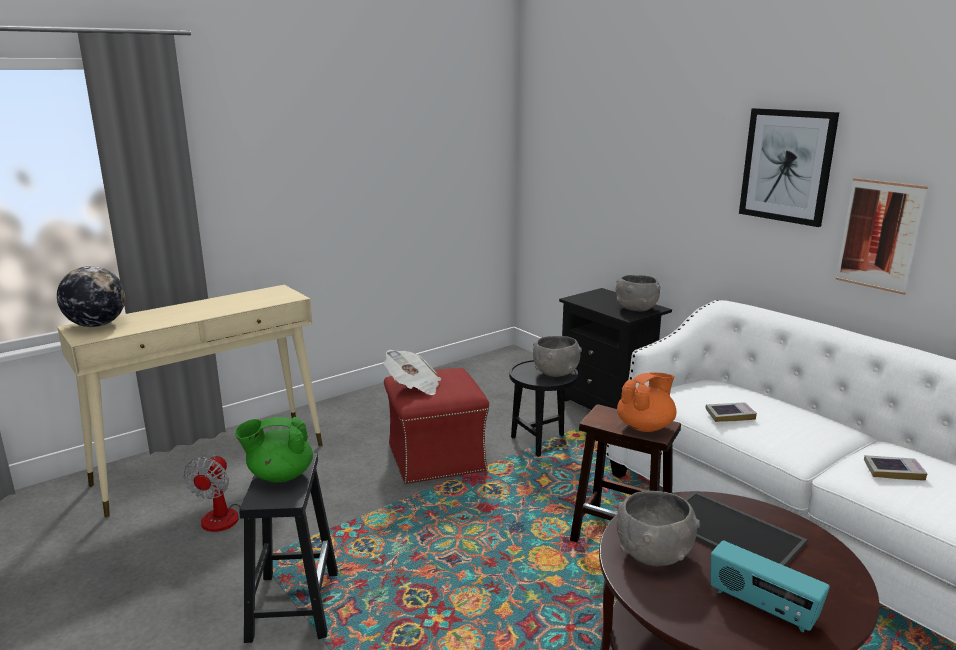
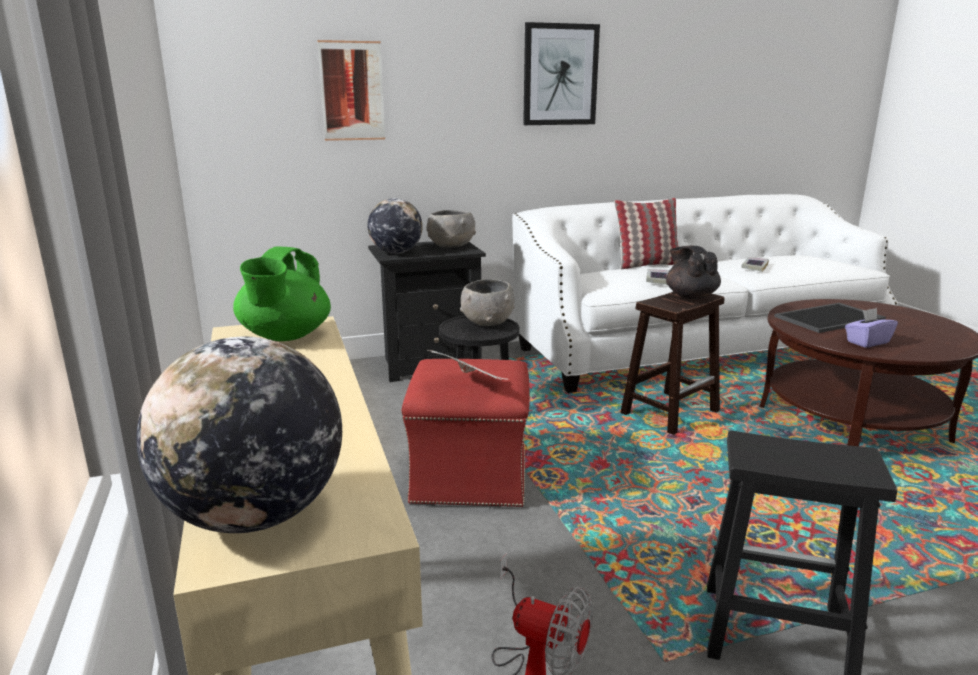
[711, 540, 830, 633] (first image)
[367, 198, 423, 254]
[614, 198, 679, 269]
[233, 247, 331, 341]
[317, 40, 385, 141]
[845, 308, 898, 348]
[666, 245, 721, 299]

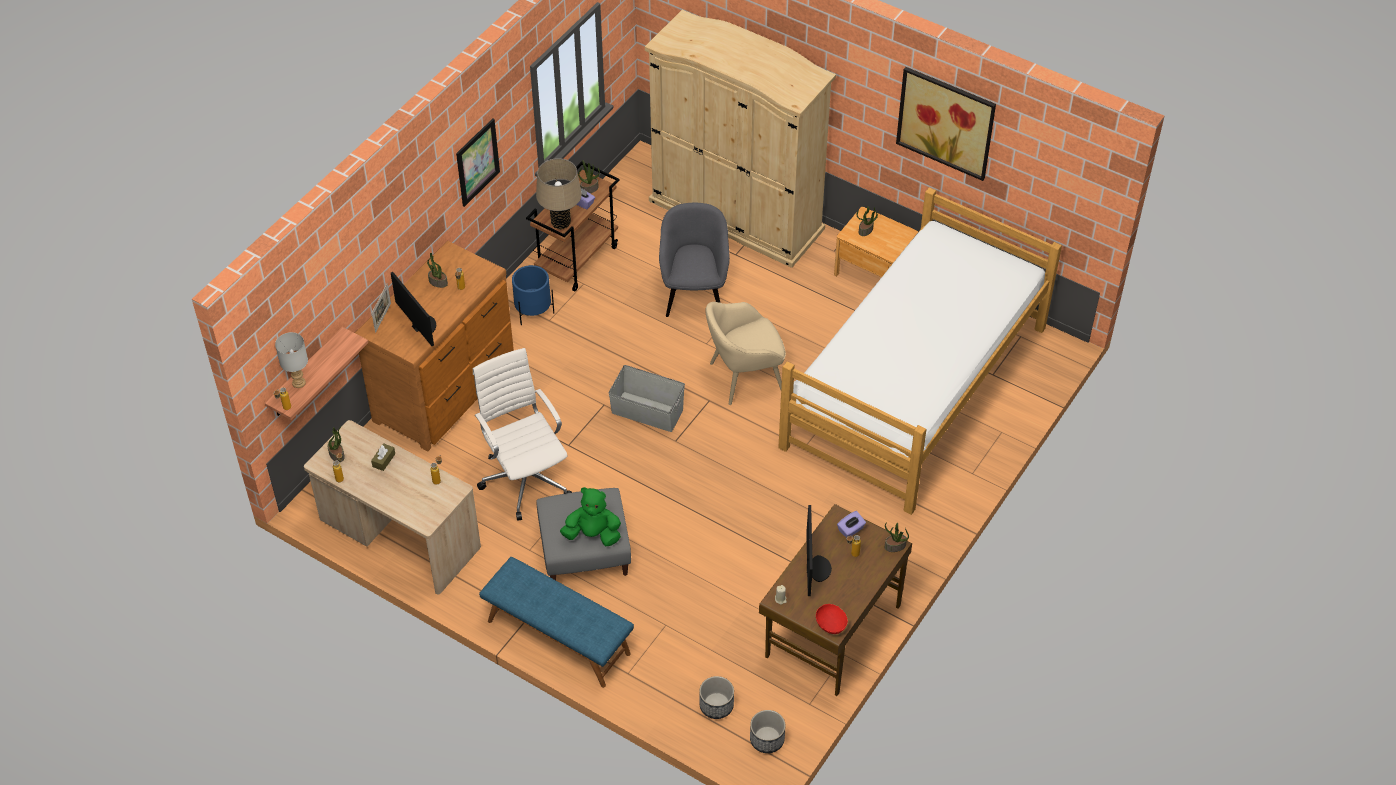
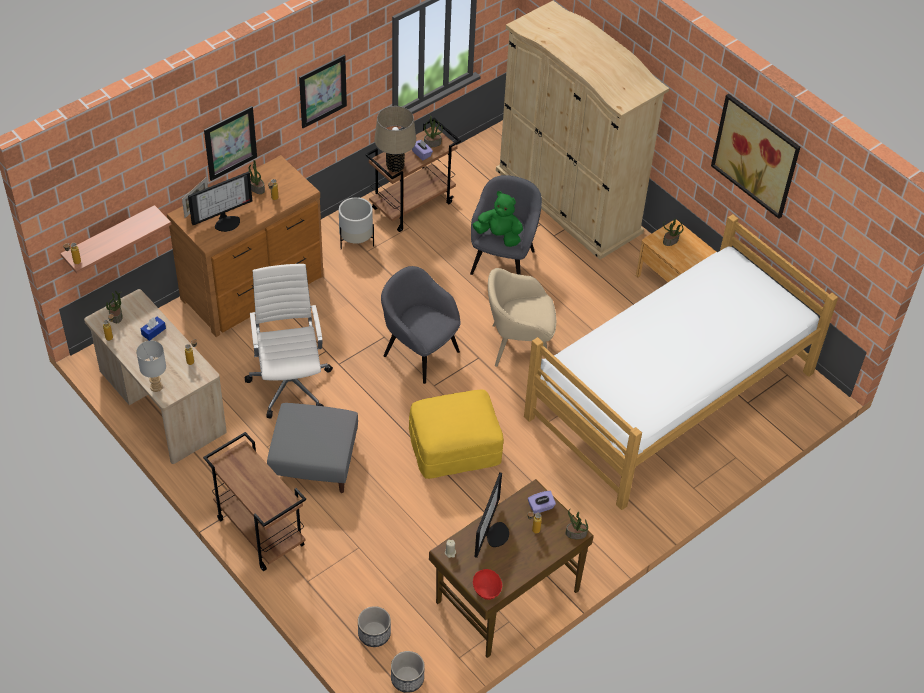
[204, 106, 257, 181]
[409, 389, 504, 479]
[136, 341, 166, 392]
[472, 191, 523, 247]
[203, 432, 306, 571]
[381, 266, 461, 384]
[141, 317, 166, 341]
[339, 197, 374, 249]
[188, 171, 252, 232]

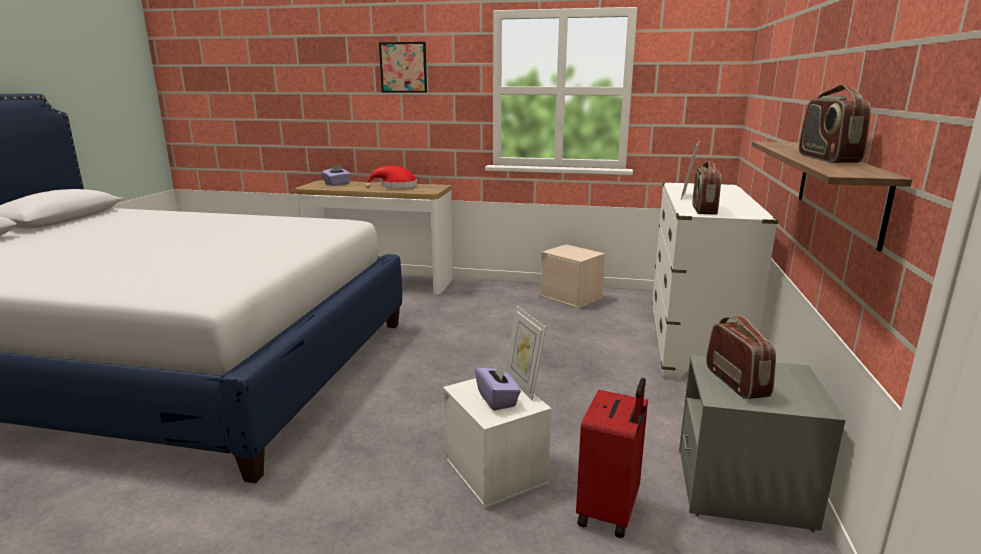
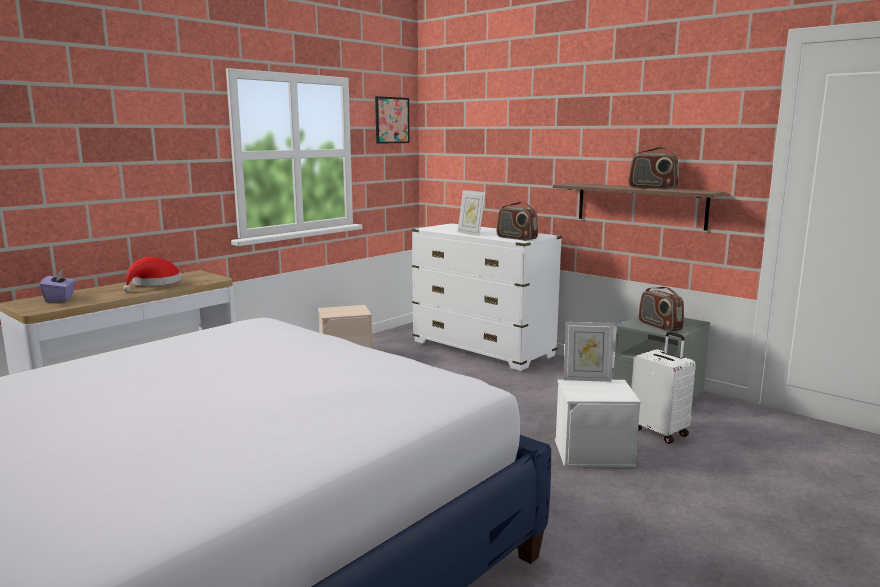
[475, 360, 521, 411] (first image)
[375, 96, 410, 144]
[631, 332, 696, 444]
[638, 287, 684, 332]

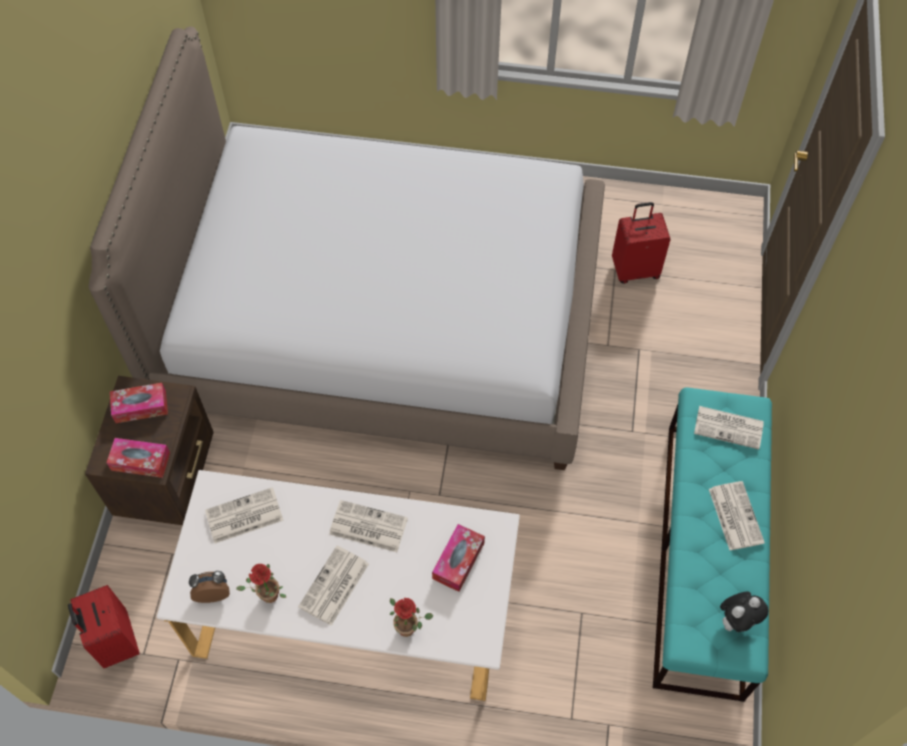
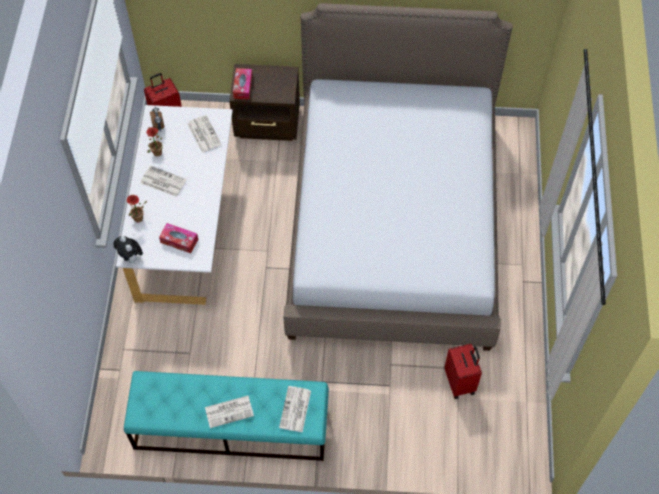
[110, 383, 168, 423] (first image)
[329, 500, 408, 552] (first image)
[113, 236, 143, 265]

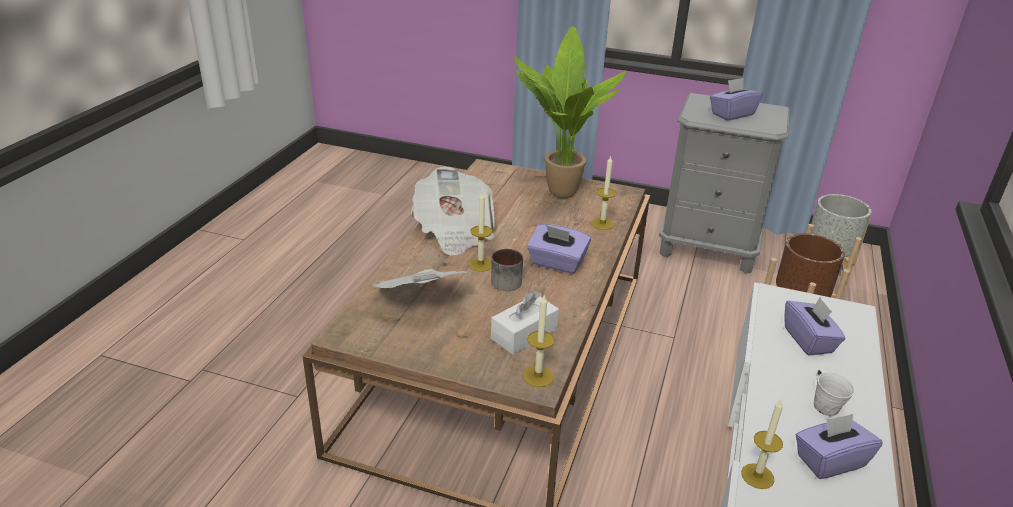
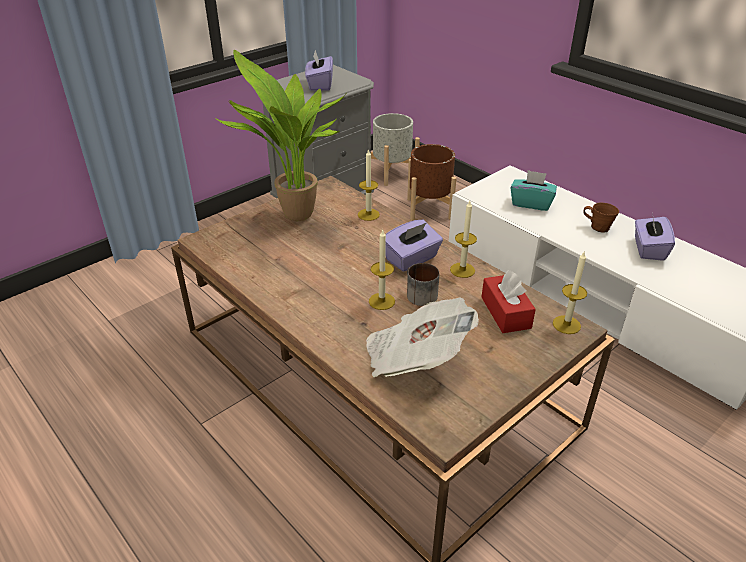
[411, 167, 495, 256] (first image)
[450, 201, 477, 278]
[481, 270, 536, 333]
[511, 170, 557, 211]
[583, 203, 619, 233]

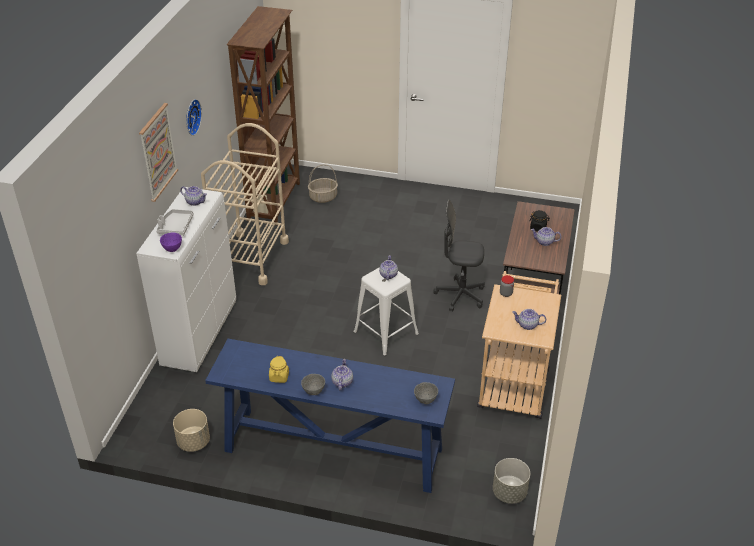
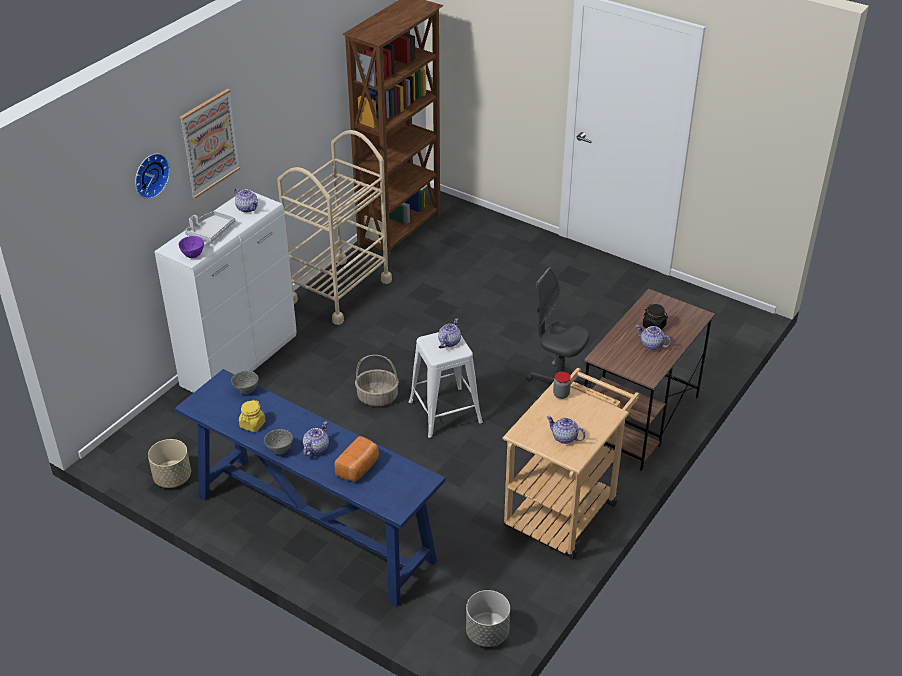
[335, 436, 379, 482]
[135, 153, 170, 199]
[355, 355, 399, 407]
[231, 371, 259, 394]

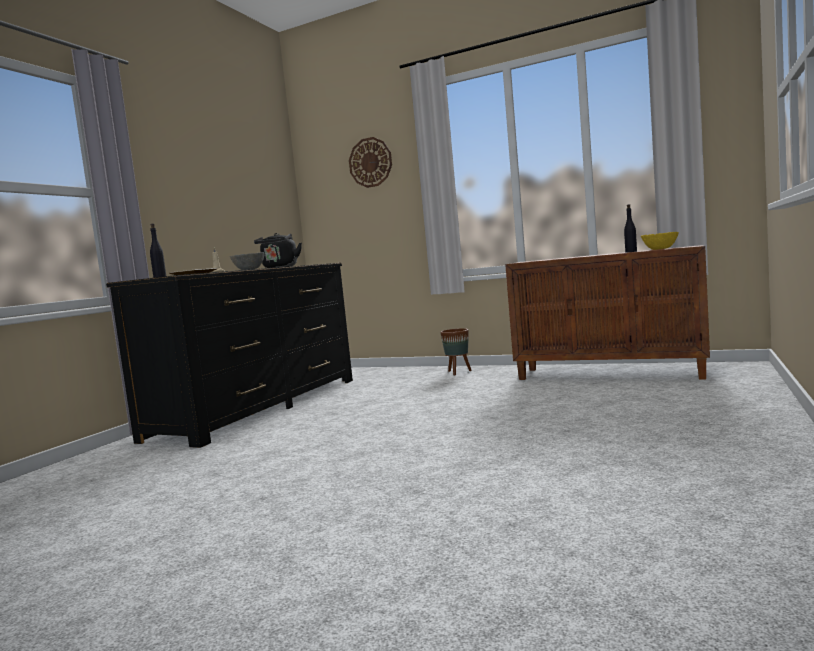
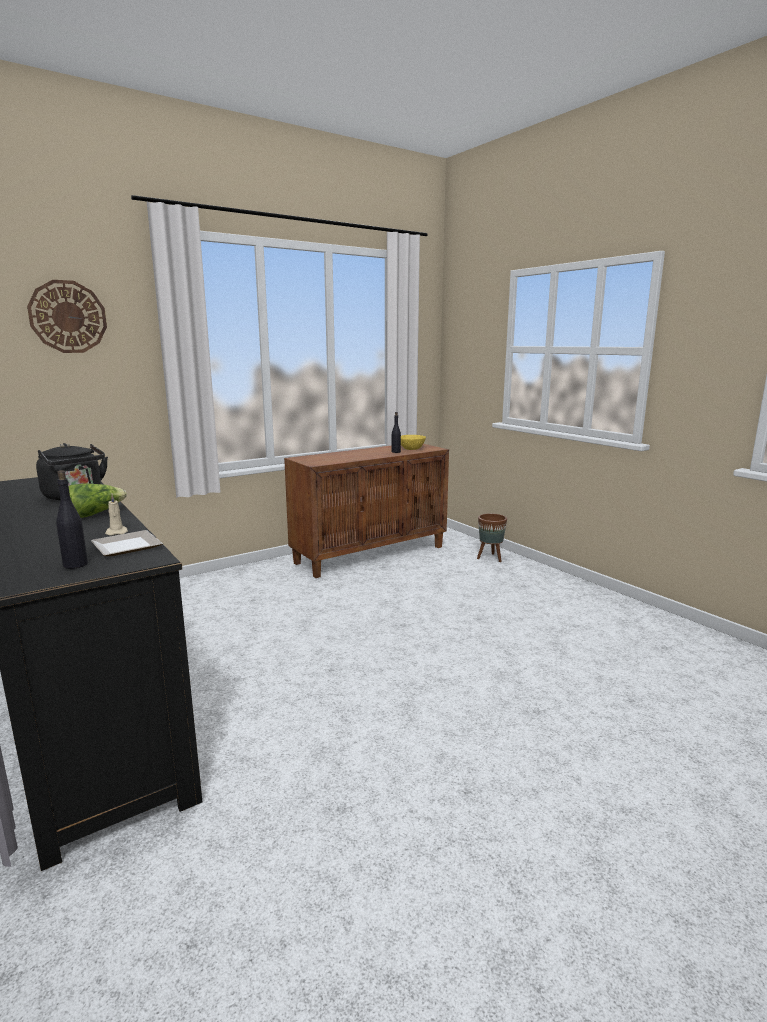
[477, 513, 507, 562]
[69, 483, 127, 518]

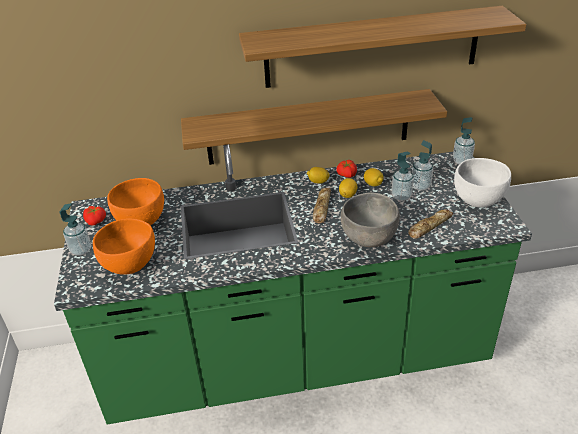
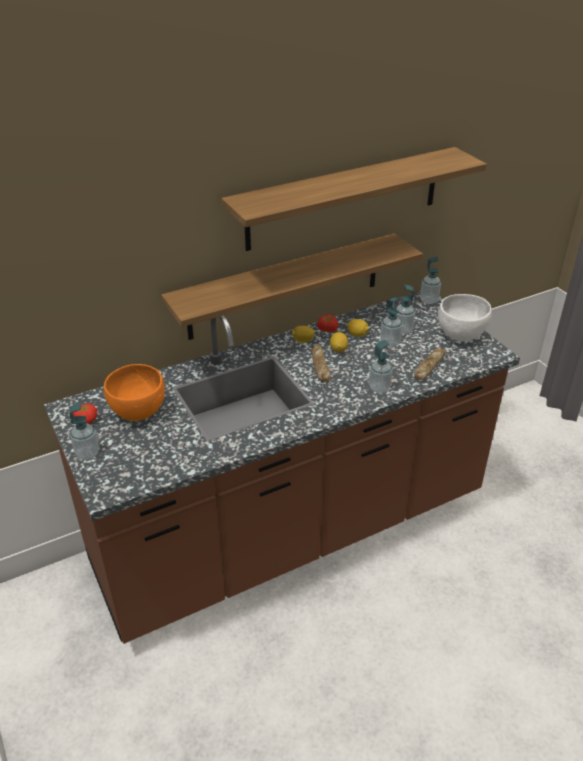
[93, 218, 155, 275] (first image)
[369, 340, 393, 393]
[44, 291, 520, 644]

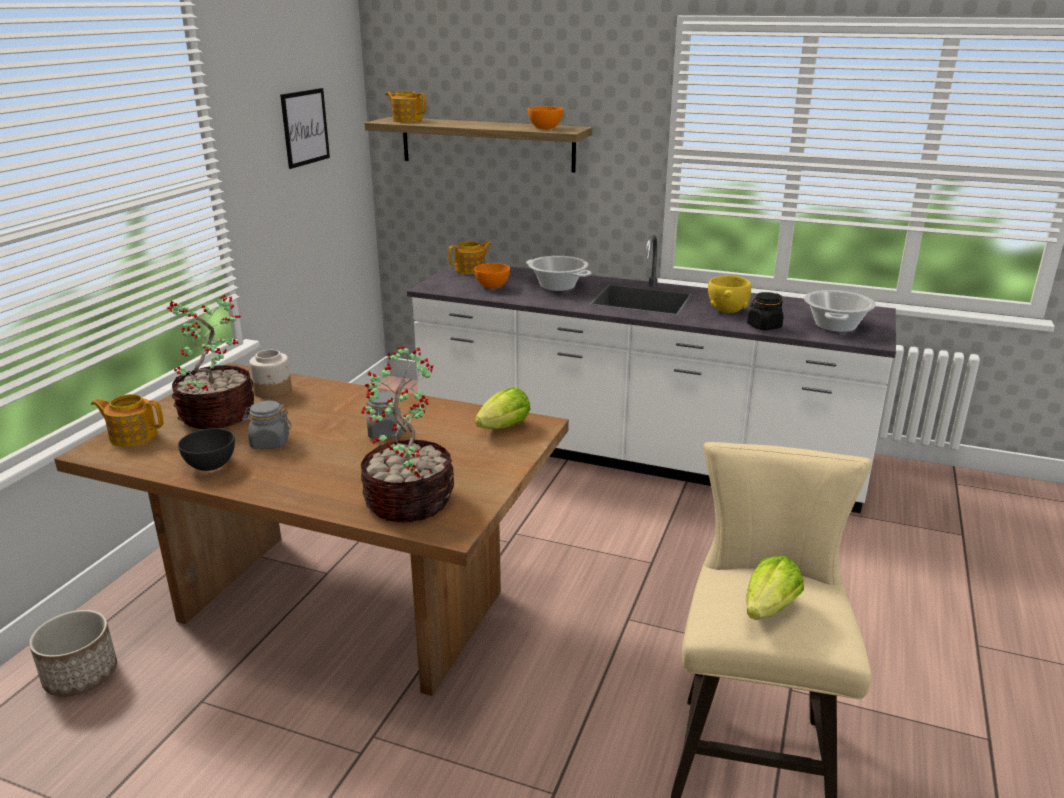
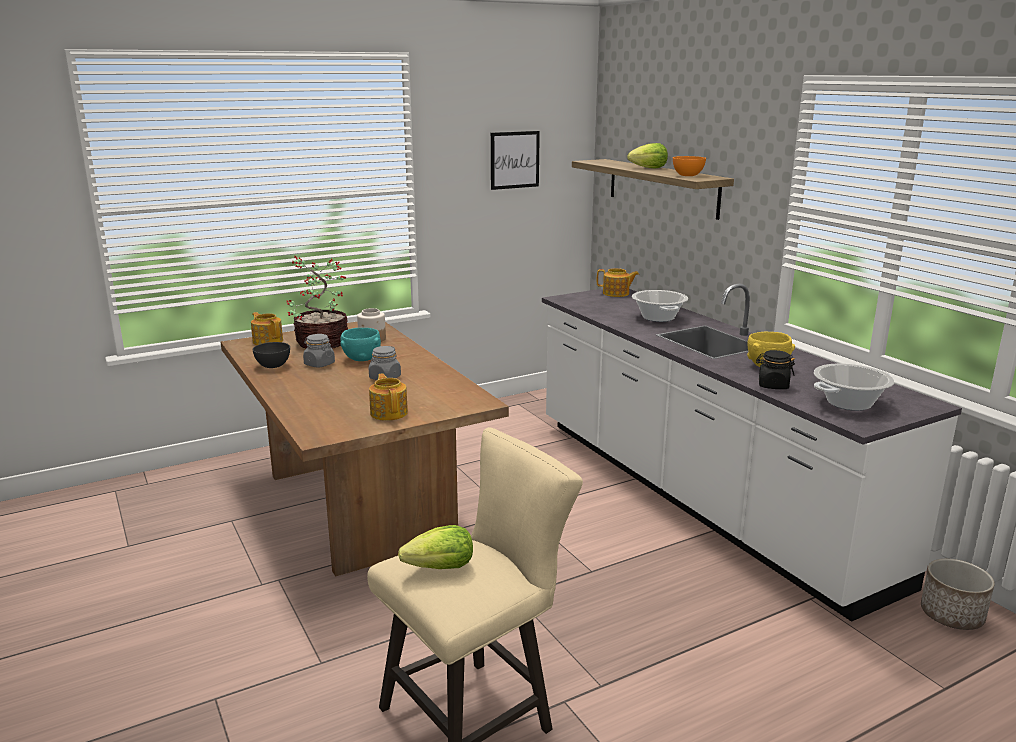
[361, 346, 454, 523] (first image)
[474, 263, 510, 288] (first image)
[341, 328, 381, 361]
[921, 559, 995, 630]
[369, 373, 408, 421]
[627, 143, 668, 168]

